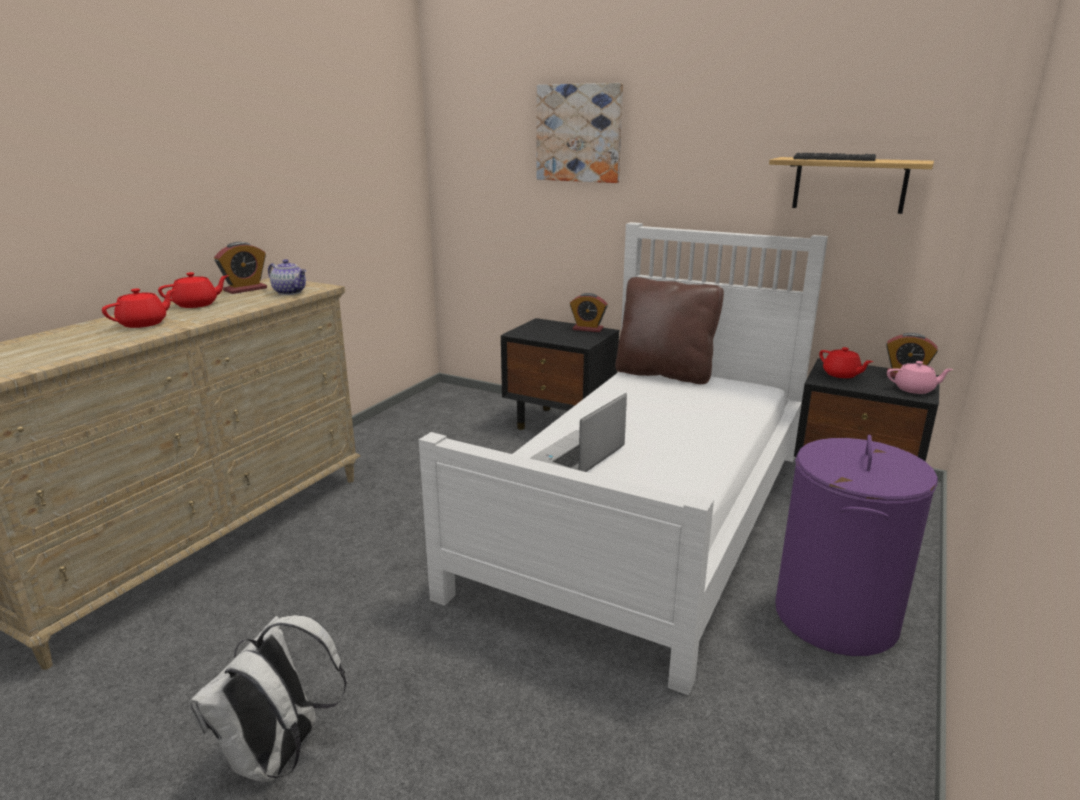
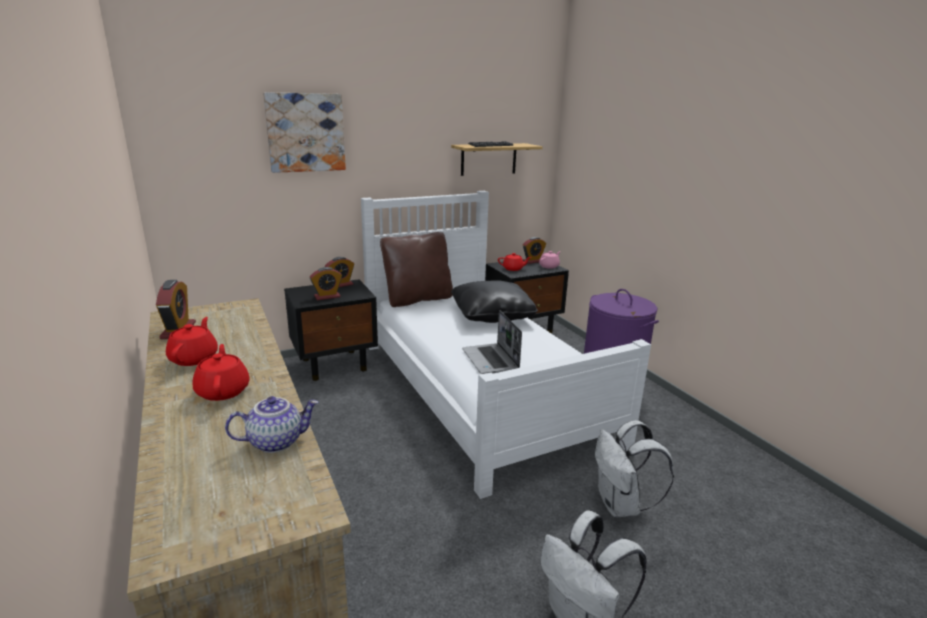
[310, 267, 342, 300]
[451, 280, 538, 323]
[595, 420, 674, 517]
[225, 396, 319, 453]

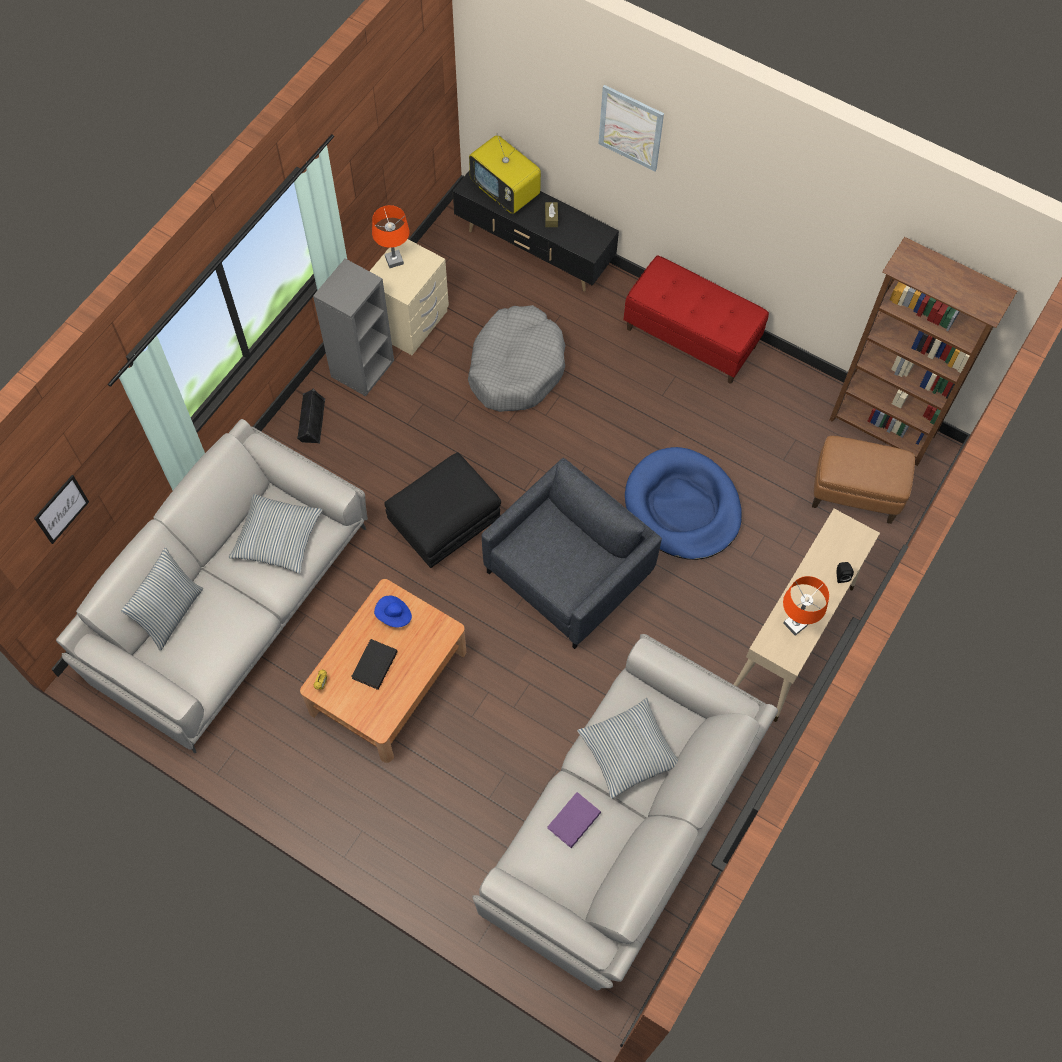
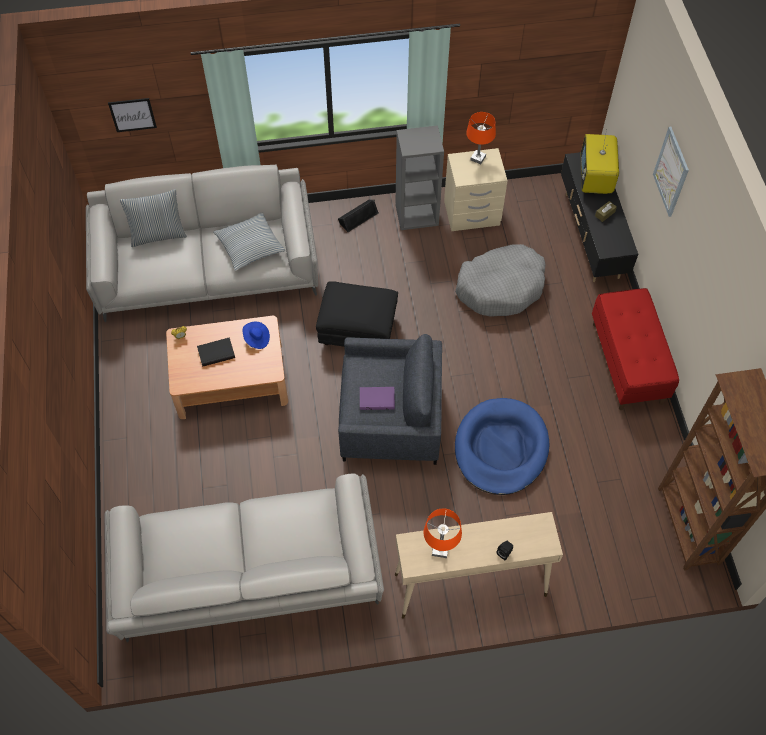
[577, 698, 678, 799] (first image)
[812, 436, 915, 524] (first image)
[360, 387, 395, 410]

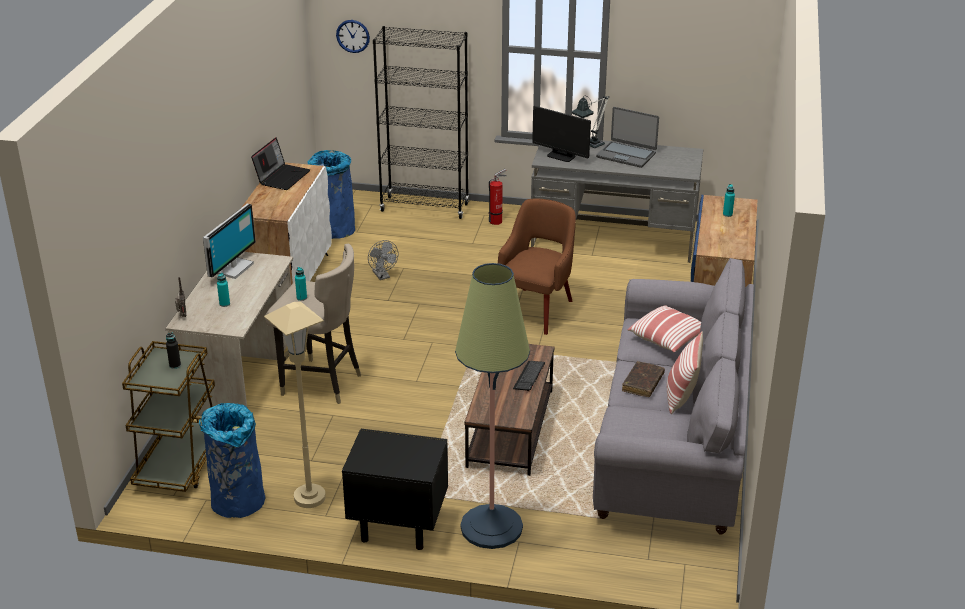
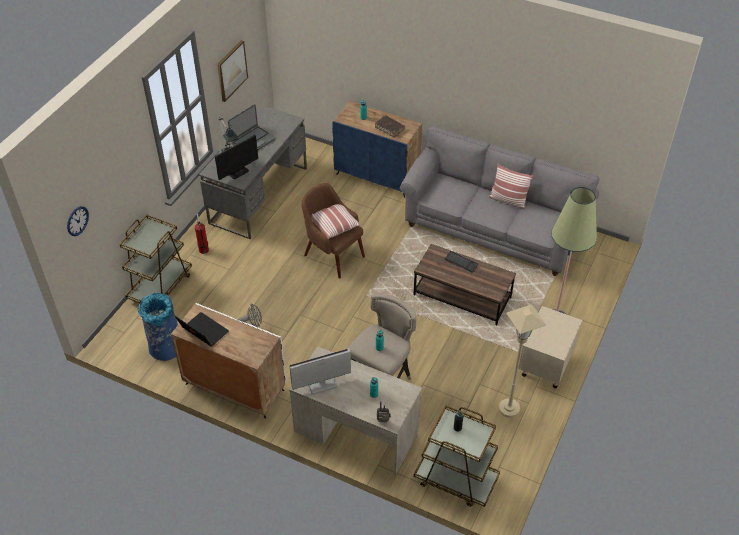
[199, 403, 265, 518] (first image)
[217, 40, 248, 102]
[375, 115, 405, 138]
[311, 202, 361, 239]
[120, 215, 192, 303]
[518, 306, 582, 388]
[290, 348, 351, 395]

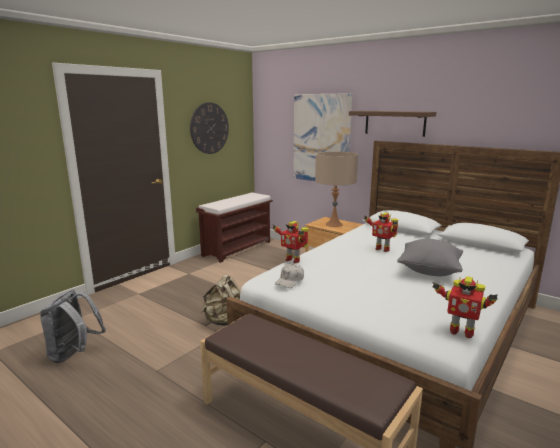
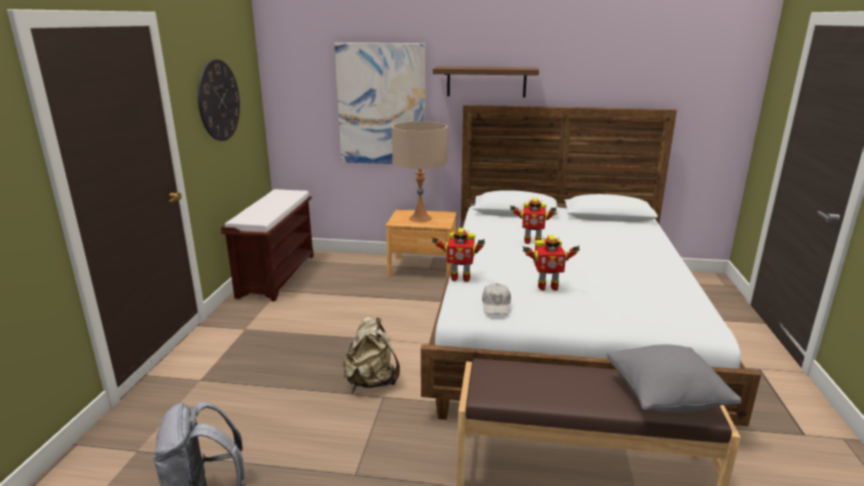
[606, 345, 741, 413]
[523, 235, 580, 291]

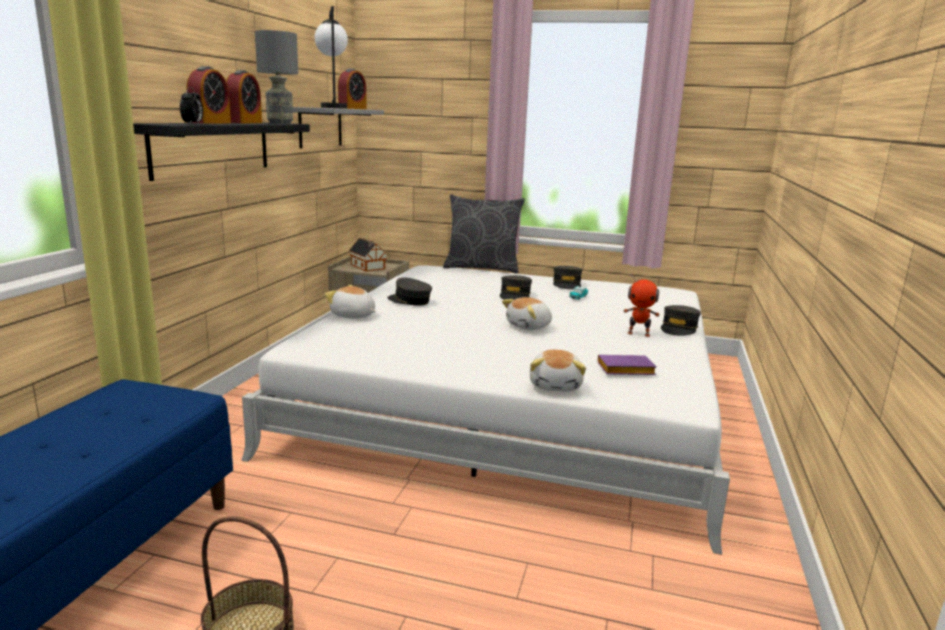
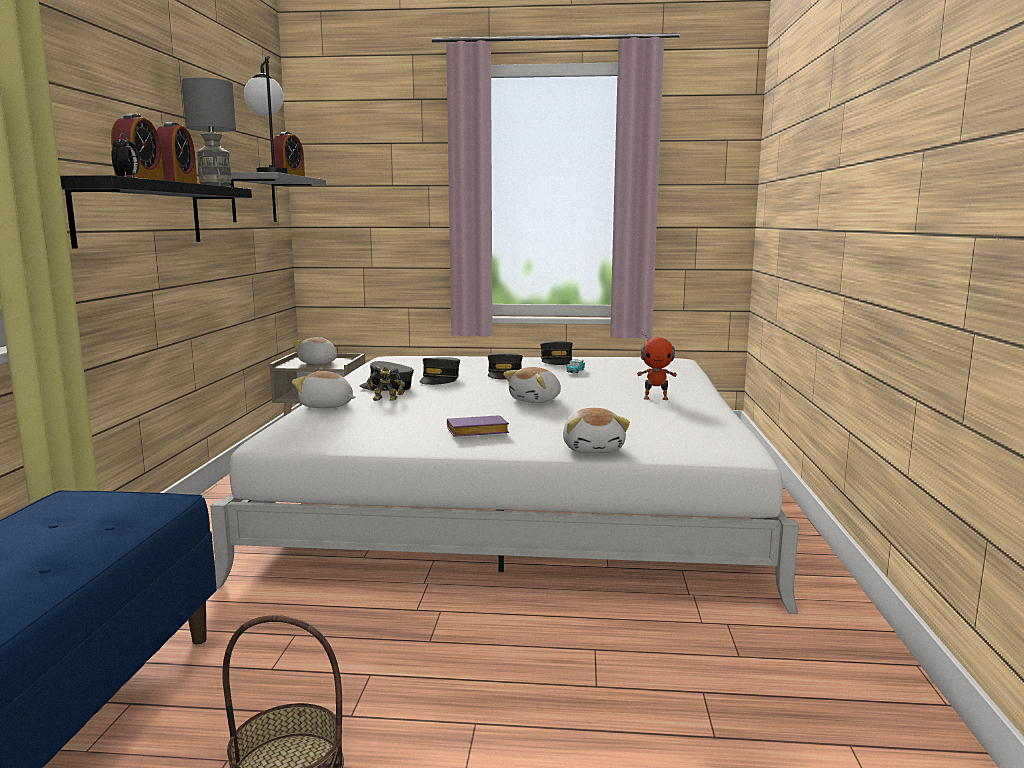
[443, 194, 525, 274] (first image)
[367, 366, 405, 401]
[447, 415, 509, 437]
[420, 357, 460, 385]
[293, 337, 337, 364]

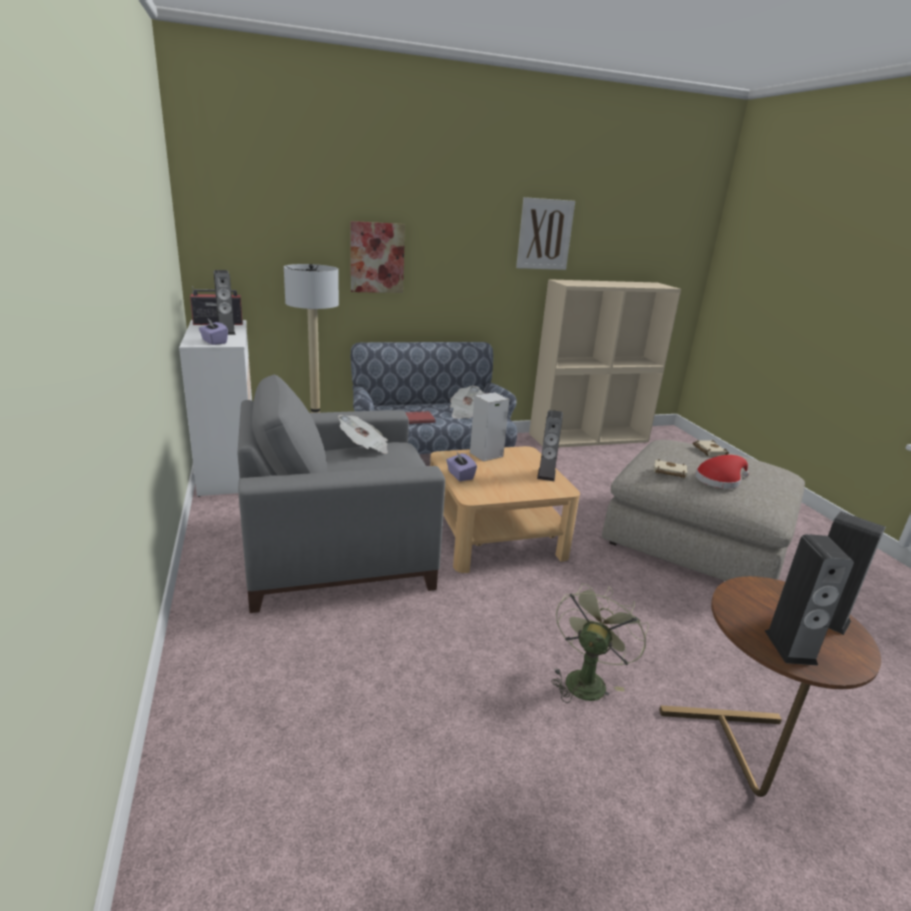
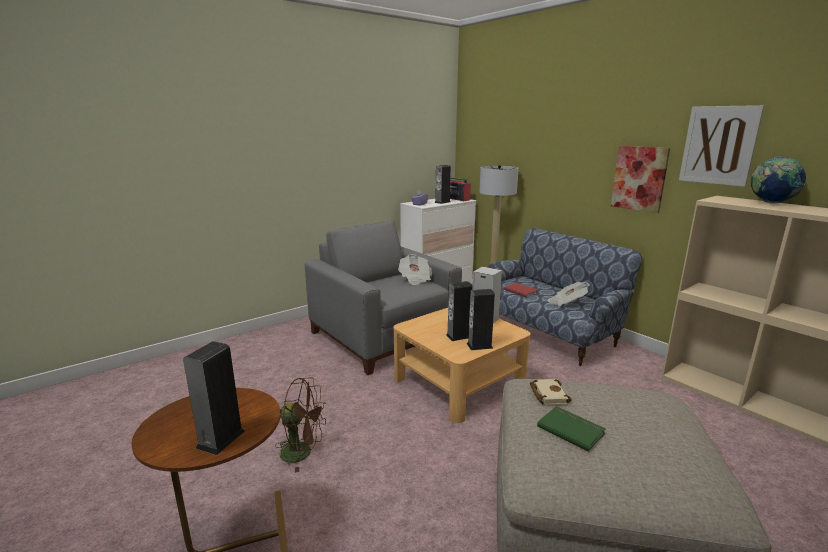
[446, 452, 477, 481] (first image)
[693, 440, 729, 456] (first image)
[751, 156, 806, 204]
[611, 146, 670, 213]
[446, 281, 473, 341]
[537, 406, 606, 451]
[275, 377, 326, 473]

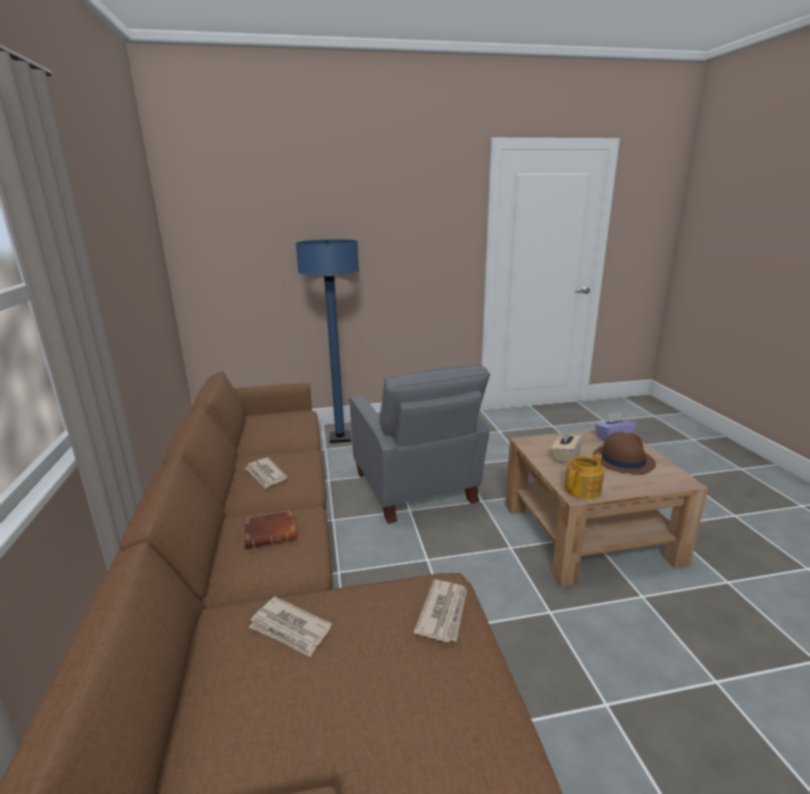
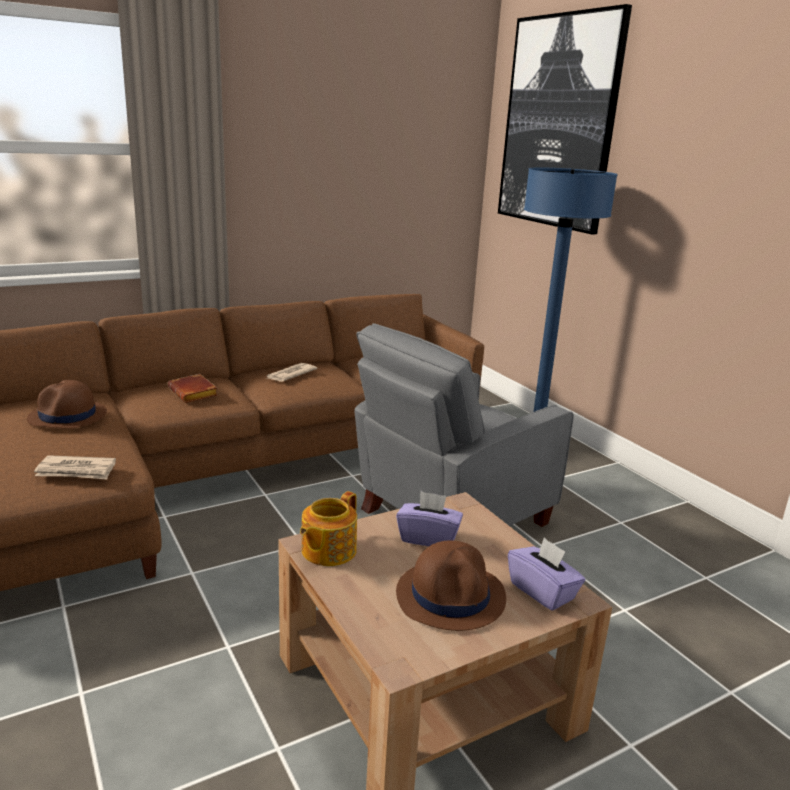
[498, 4, 632, 234]
[27, 380, 107, 429]
[396, 491, 463, 546]
[300, 491, 357, 566]

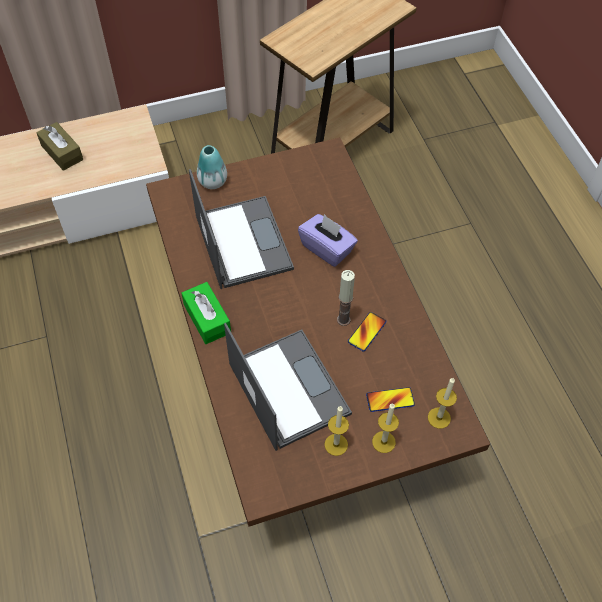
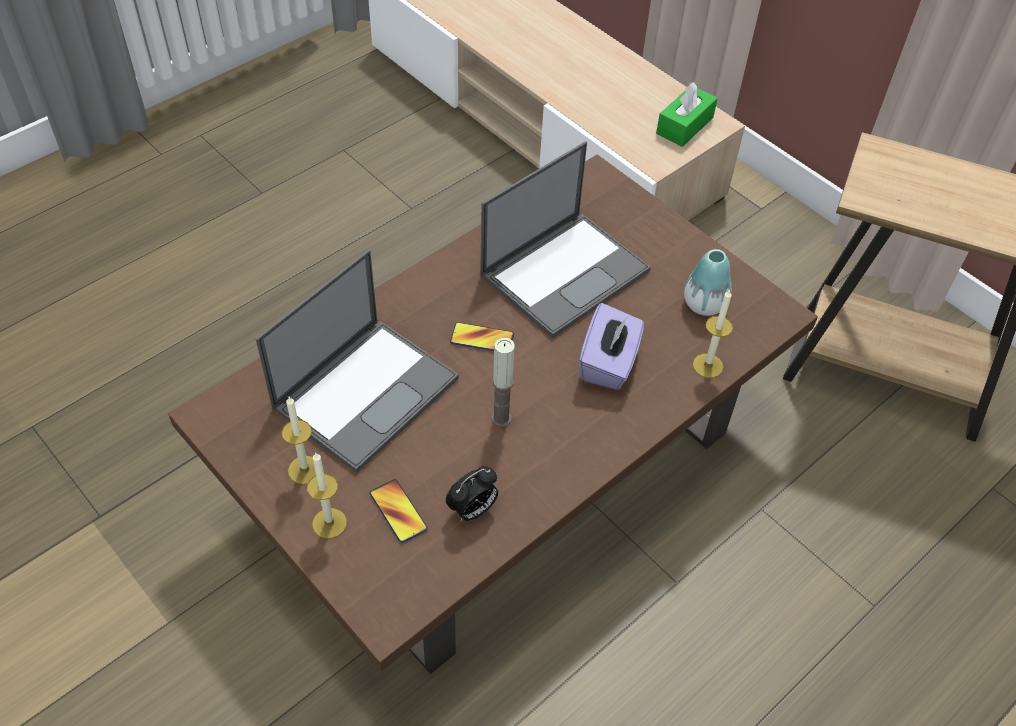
[36, 122, 83, 171] (first image)
[446, 466, 498, 521]
[656, 82, 718, 147]
[684, 249, 731, 316]
[450, 322, 514, 351]
[693, 289, 733, 378]

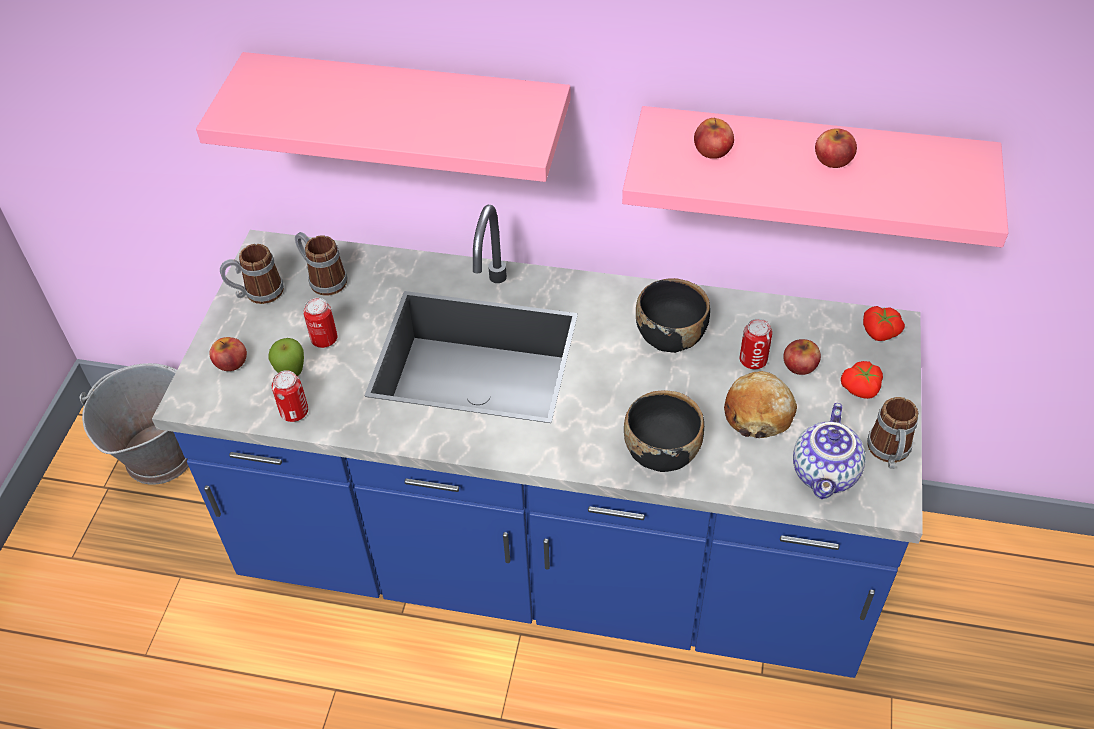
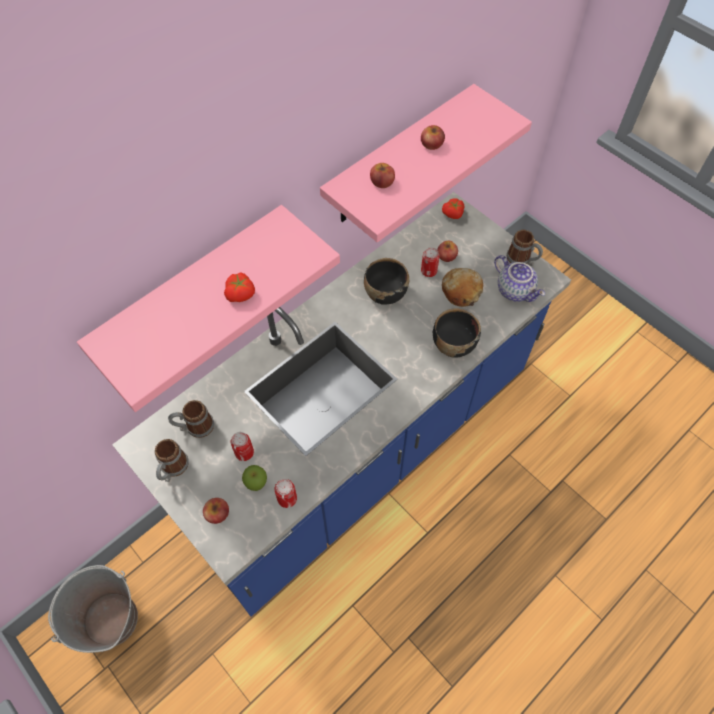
[224, 272, 255, 302]

